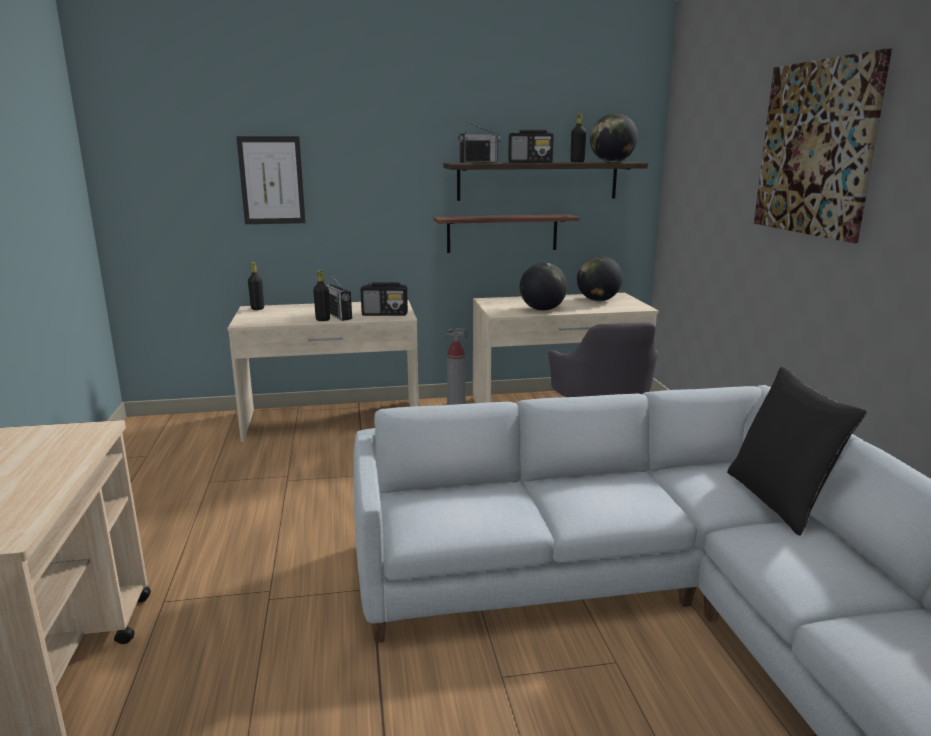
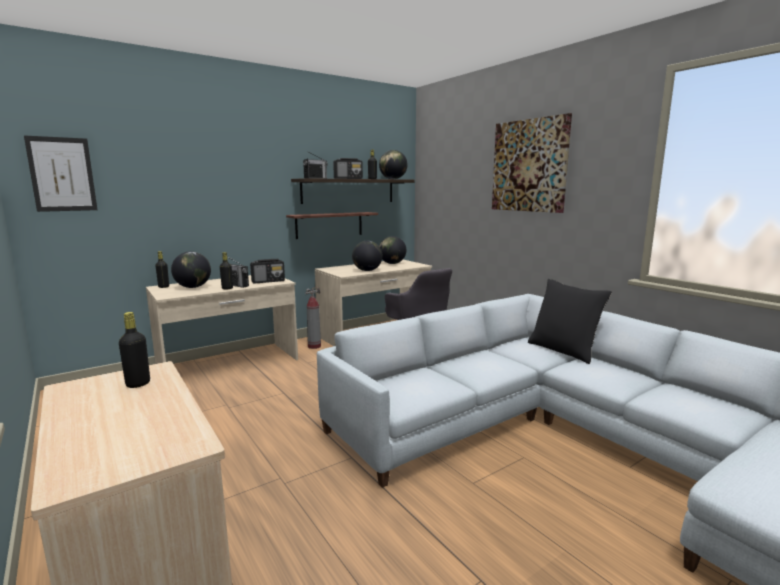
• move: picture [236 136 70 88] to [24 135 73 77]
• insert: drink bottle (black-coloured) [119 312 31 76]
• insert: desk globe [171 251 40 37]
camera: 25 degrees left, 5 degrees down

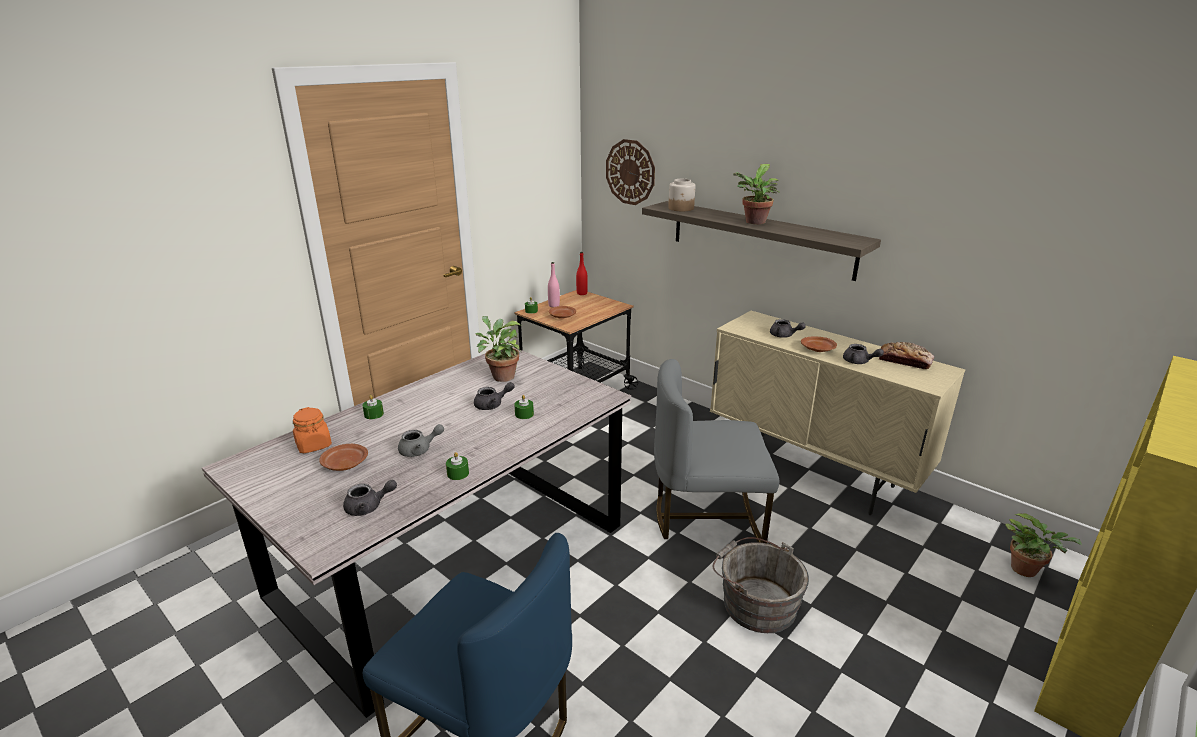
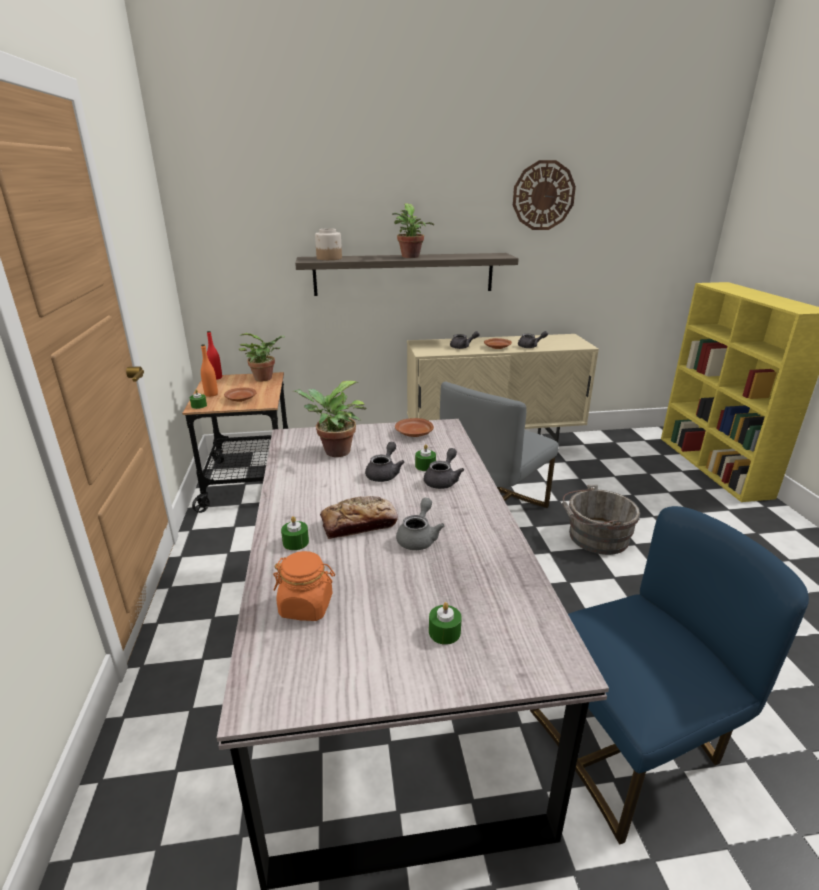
• move: plate (brown) [319 444 49 27] to [395 418 39 19]
• move: pot for tea (grey) [343 480 54 36] to [424 448 40 41]
• move: wax light (green) [446 452 23 28] to [429 602 33 43]
• recolor: drink bottle (pink) [548 262 12 45] to drink bottle (orange-coloured) [201 344 17 53]
• move: clock on the wall [606 139 49 66] to [513 160 63 70]
• move: bakery bread [879 342 55 27] to [320 496 78 43]
• move: potted plant [1005 513 77 64] to [239 333 47 49]
camera: 50 degrees left, 0 degrees up

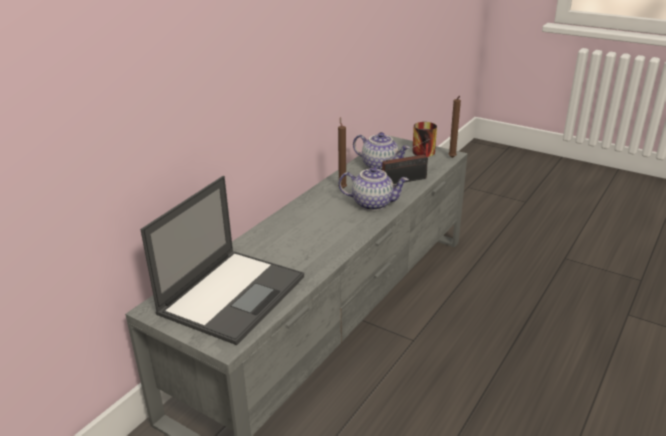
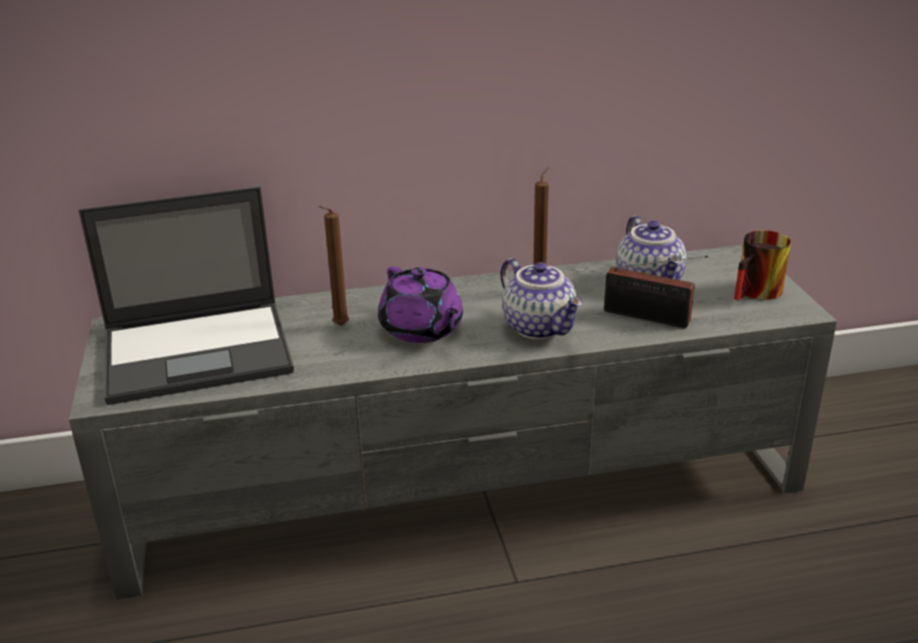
• move: wax light (brown) [448 96 13 62] to [319 206 30 120]
• insert: pot for tea (purple-coloured) [378 266 85 77]
camera: 45 degrees right, 0 degrees up

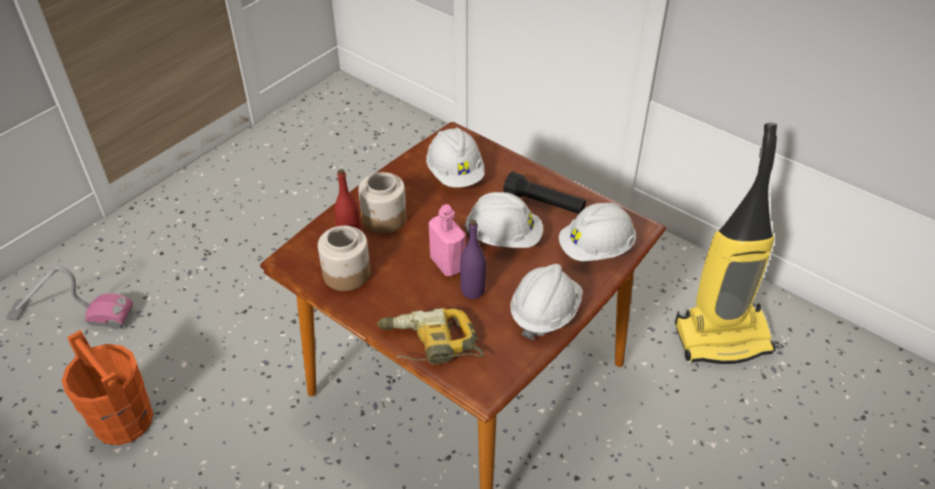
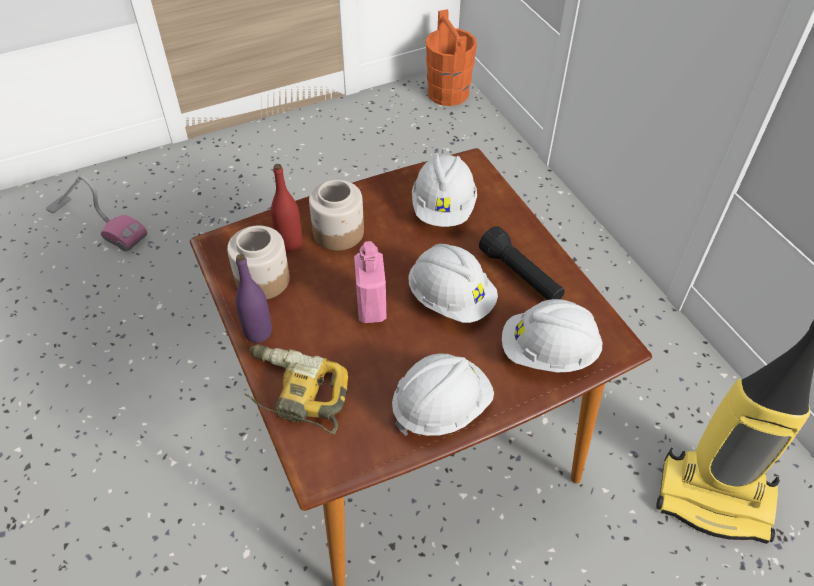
• move: water bucket (orange-coloured) [62 330 91 115] to [426 9 51 97]
• move: drink bottle (purple-coloured) [460 220 26 79] to [235 254 37 89]
camera: 25 degrees right, 5 degrees up

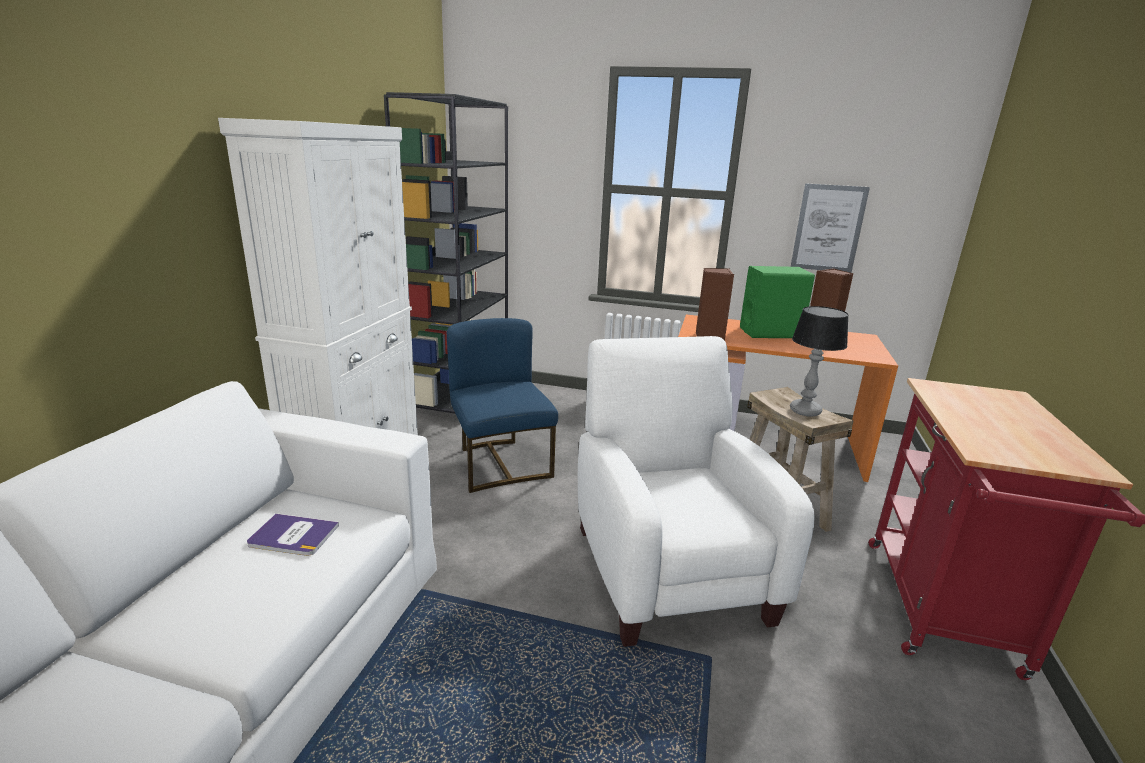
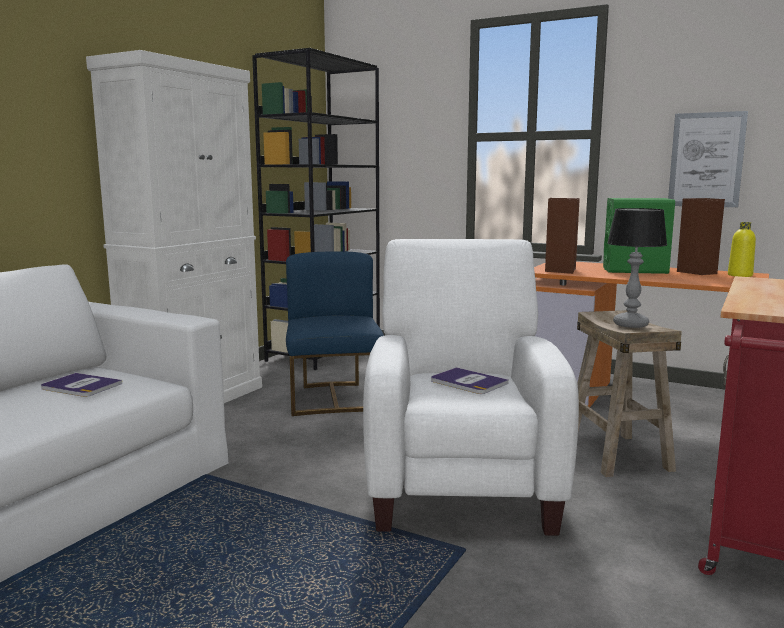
• insert: volume [431 367 78 27]
• insert: drink bottle (yellow) [728 222 28 55]
camera: 15 degrees right, 10 degrees down

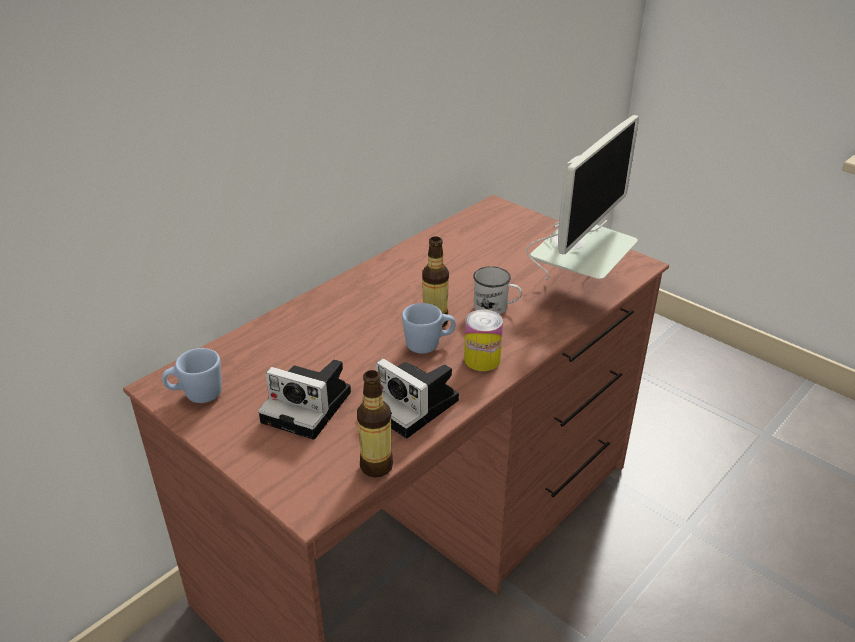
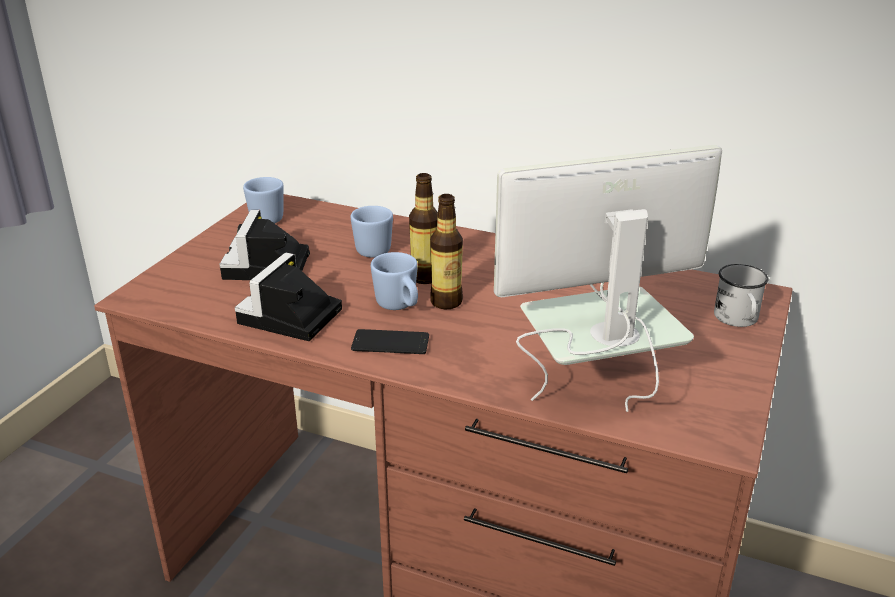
• move: drink bottle [357 370 36 107] to [409 173 29 111]
• replace: metal can [464 310 39 61] to handset [351 329 78 25]
• move: mug (white-coloured) [473 266 49 49] to [714 264 54 63]
• rotate: computer screen [526 115 113 165] = [494 145 228 267] 150 degrees clockwise
• insert: mug (bluish) [351 206 42 52]
camera: 70 degrees right, 5 degrees down

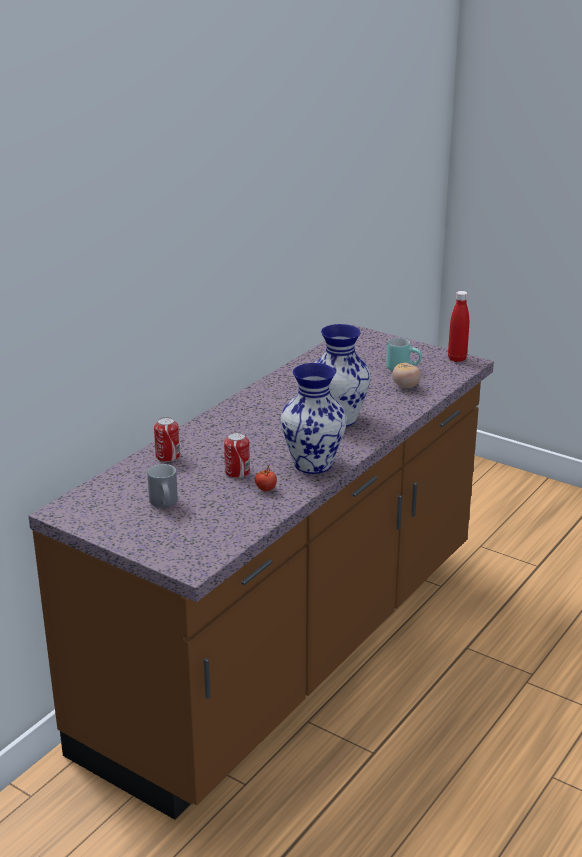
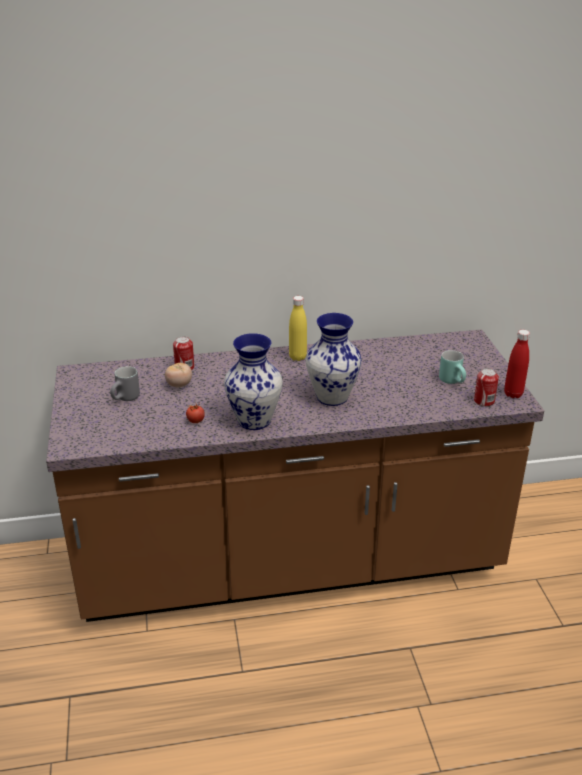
• move: metal can [224 432 26 46] to [474 368 25 39]
• move: fresh tomato [392 363 29 25] to [165 363 27 24]
• insert: drink bottle (yellow) [289 296 18 65]
camera: 45 degrees right, 5 degrees up

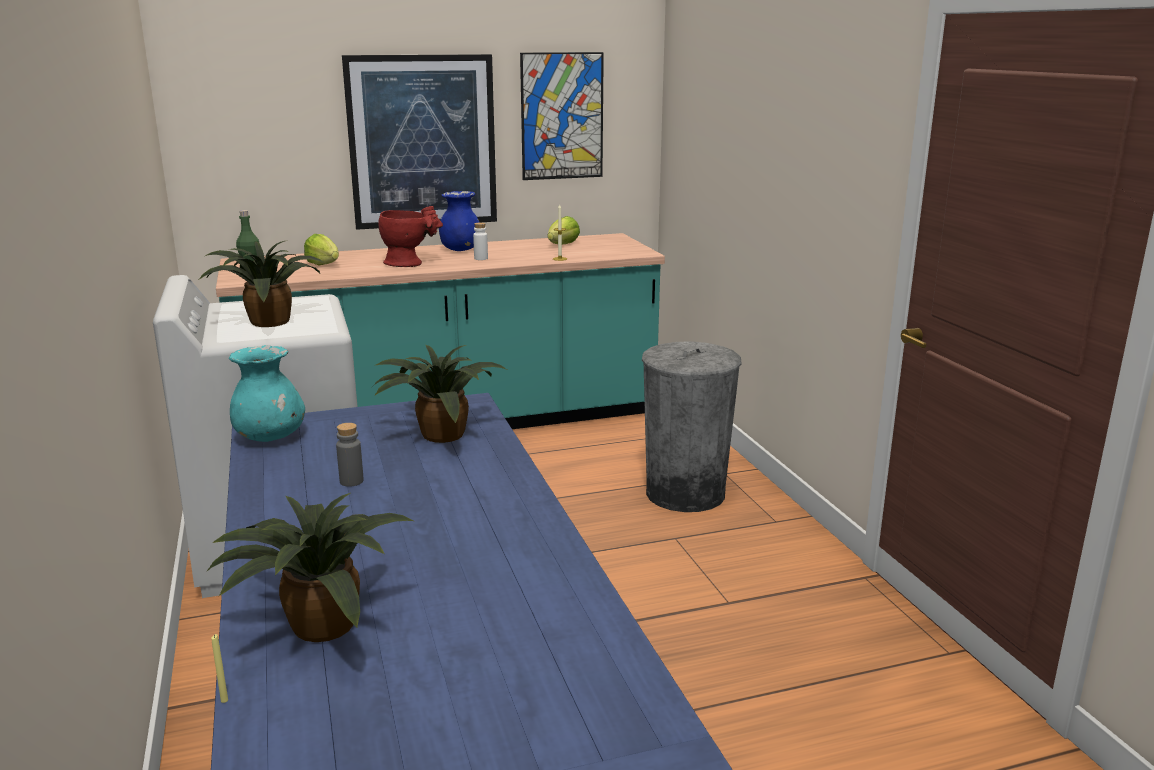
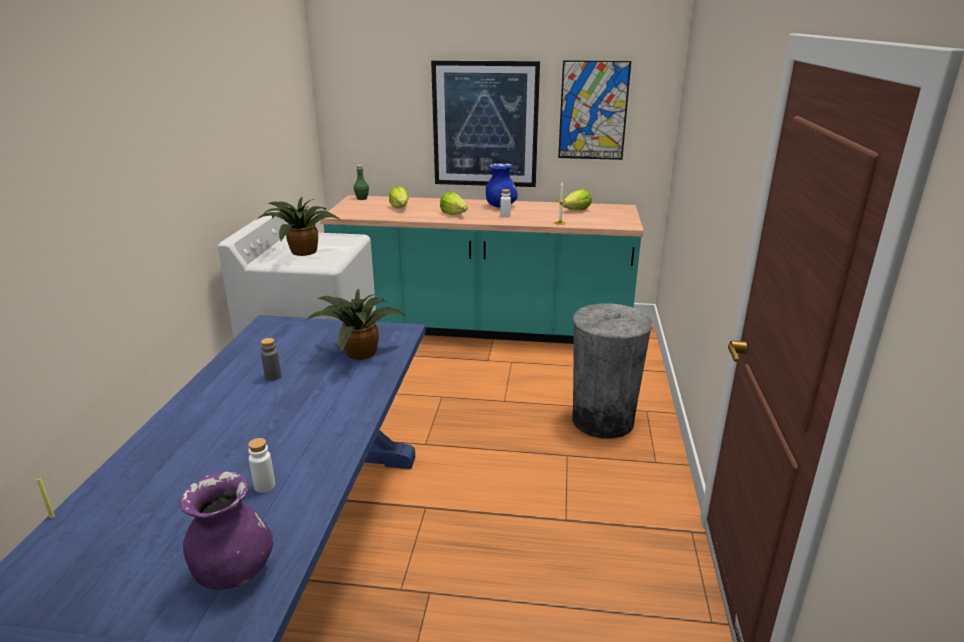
• delete: potted plant [206 493 208 149]
• delete: flower vase (turquoise) [229 345 76 97]
• replace: flower vase (red) [378 206 65 61] to head of lettuce [440 192 28 23]
• insert: flower vase (purple-coloured) [179 471 94 119]
• insert: drink bottle (white-coloured) [248 438 27 55]
camera: 25 degrees right, 5 degrees up

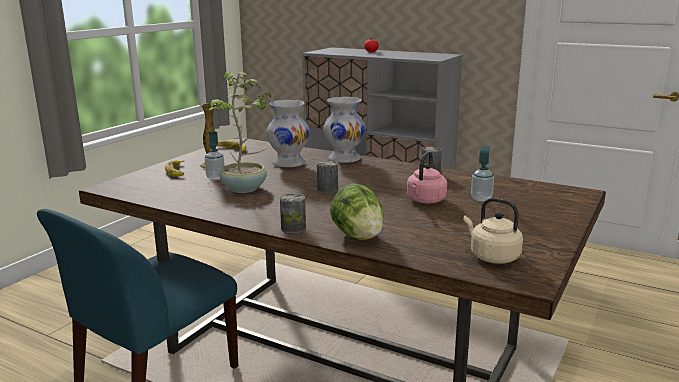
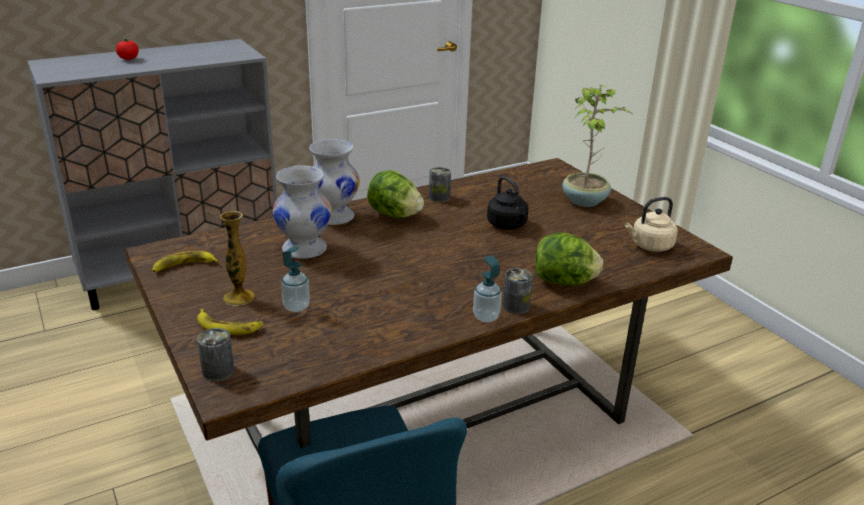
• move: potted plant [208 71 63 122] to [562 85 69 122]
• move: metal can [317 160 21 34] to [197 328 37 53]
• recolor: water kettle (pink) [407 151 40 52] to water kettle (black-coloured) [487 176 42 54]
• move: soap dispenser [471 146 23 56] to [473 255 29 68]
• insert: head of lettuce [367 170 57 48]
camera: 60 degrees left, 10 degrees up

